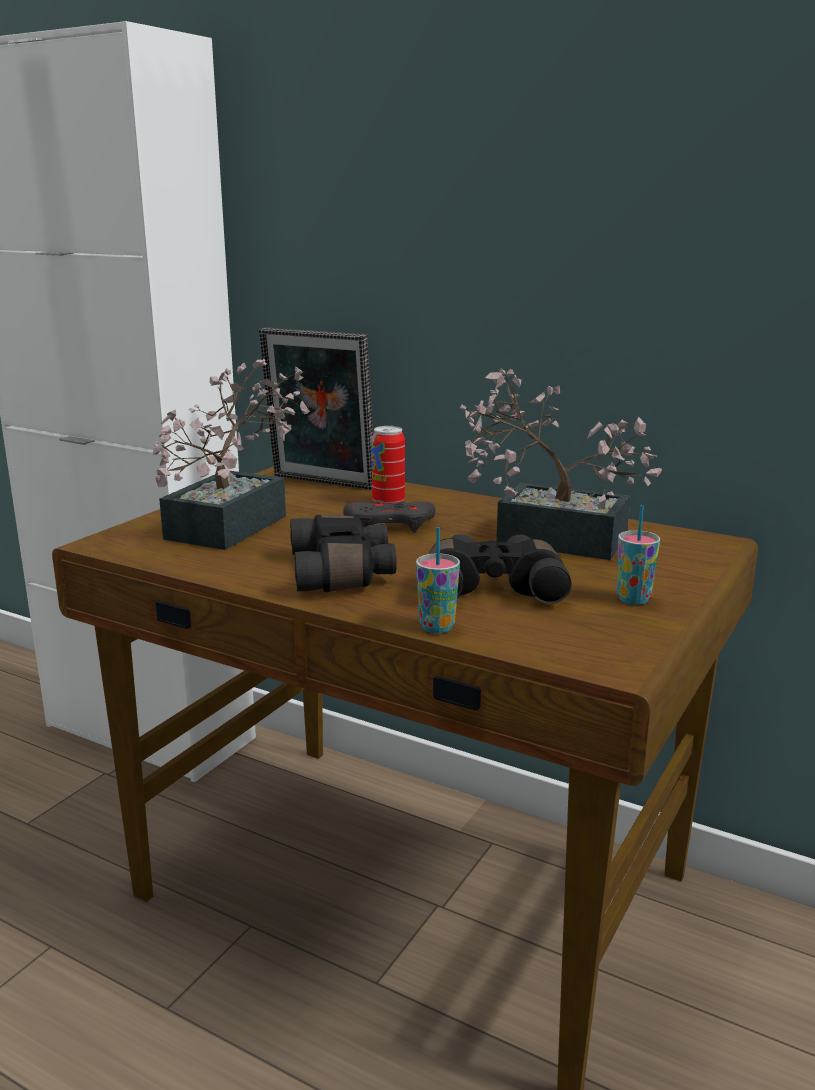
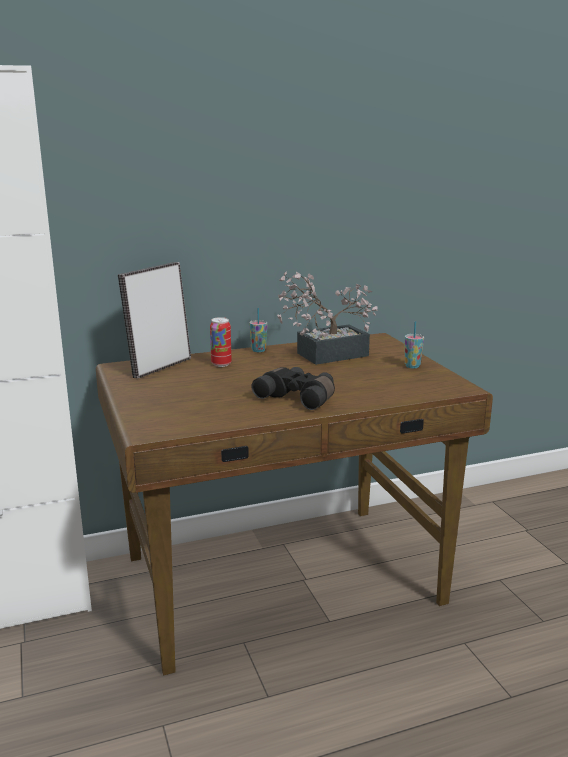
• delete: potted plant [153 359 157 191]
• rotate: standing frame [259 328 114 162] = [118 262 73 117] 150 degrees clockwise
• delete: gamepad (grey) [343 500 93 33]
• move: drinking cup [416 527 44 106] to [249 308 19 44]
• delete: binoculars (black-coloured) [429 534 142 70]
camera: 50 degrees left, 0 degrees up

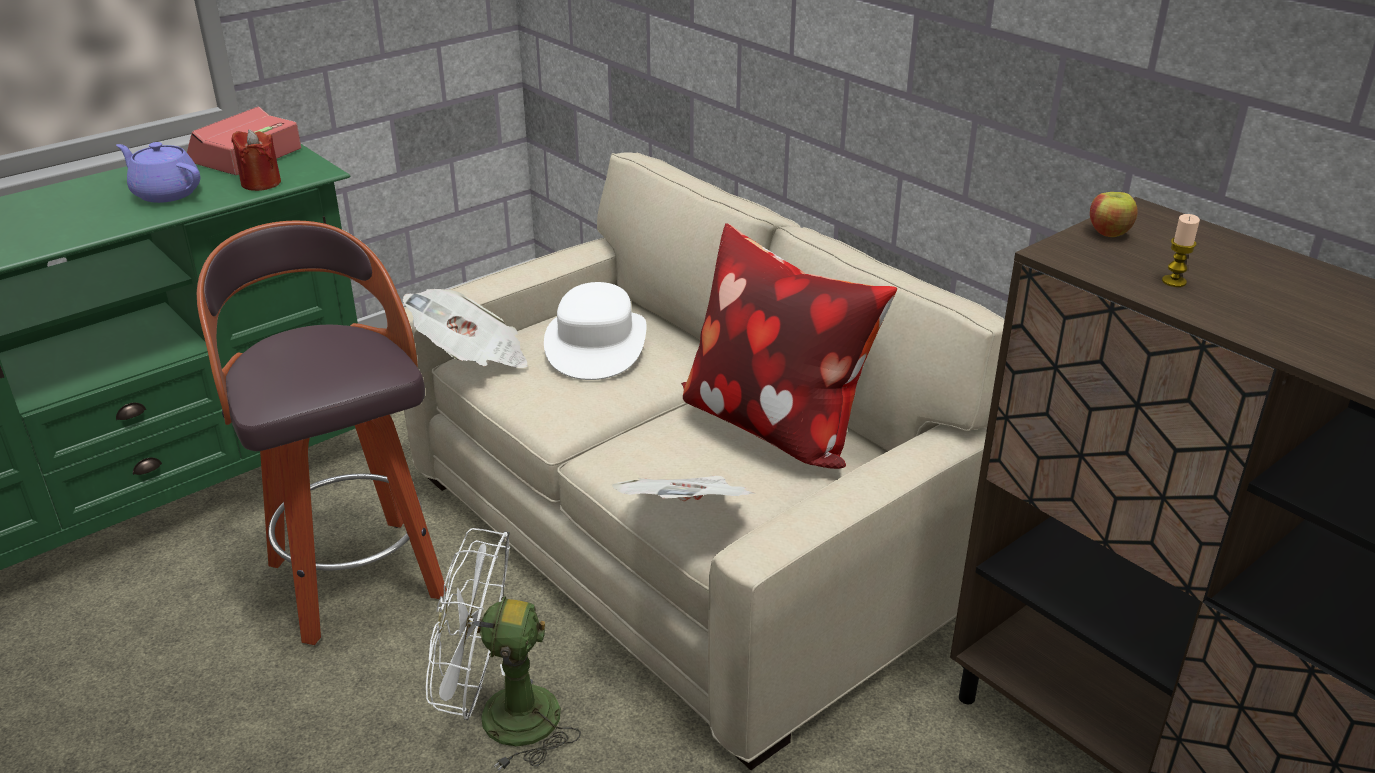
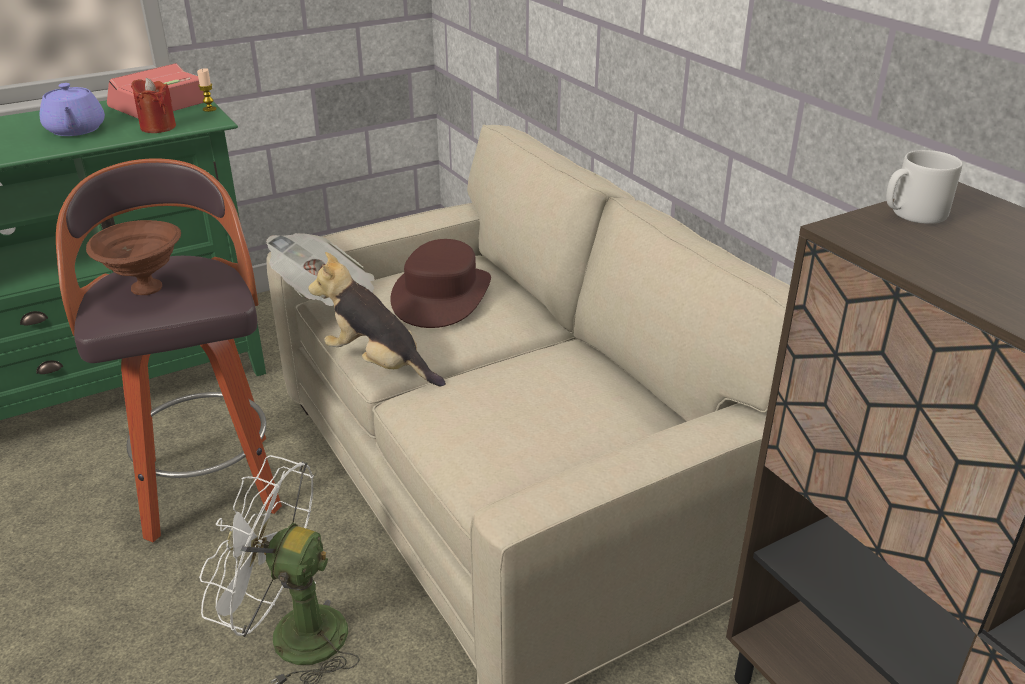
• rotate: pot for tea (purple-coloured) [116 142 84 61] = [40 83 65 53] 150 degrees counterclockwise
• recolor: wearable hat (white-coloured) [544 282 103 98] to wearable hat (brown) [390 239 101 89]
• delete: daily paper [612 475 144 26]
• delete: throw pillow [681 223 216 246]
• replace: whole apple [1090 192 48 45] to mug (grey) [886 150 76 74]
• move: wax light [1162 214 38 73] to [197 68 19 44]
• insert: bowl (brown) [86 220 95 75]
• insert: soft toy [308 252 138 135]
camera: 10 degrees right, 0 degrees up

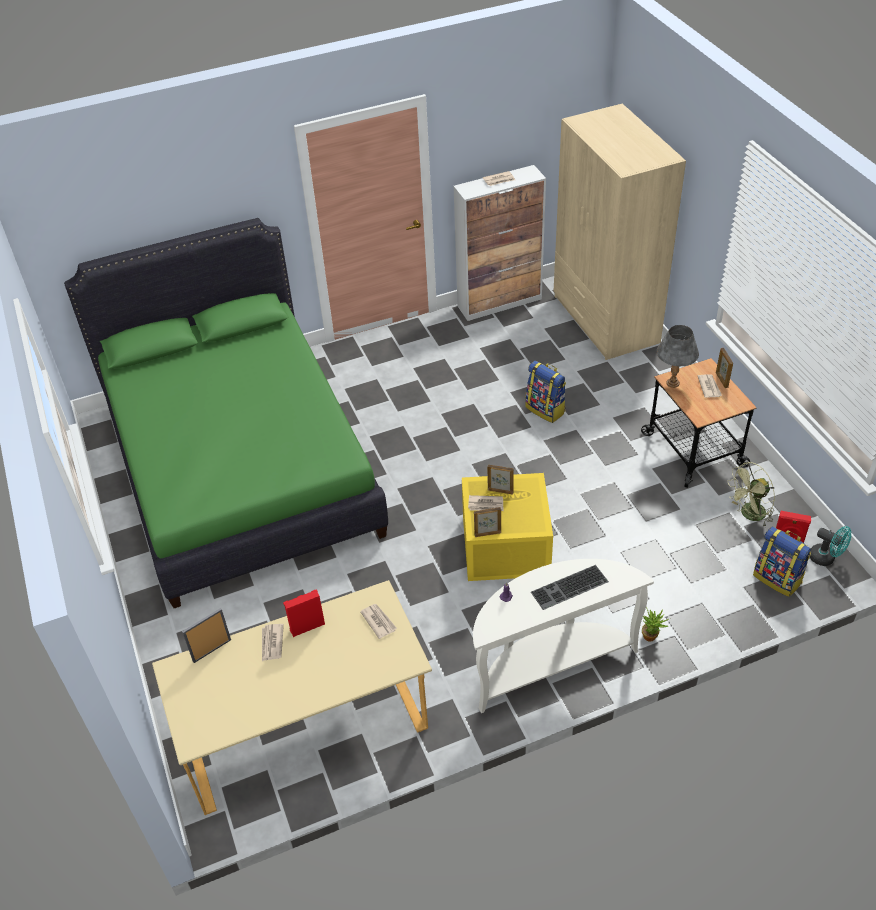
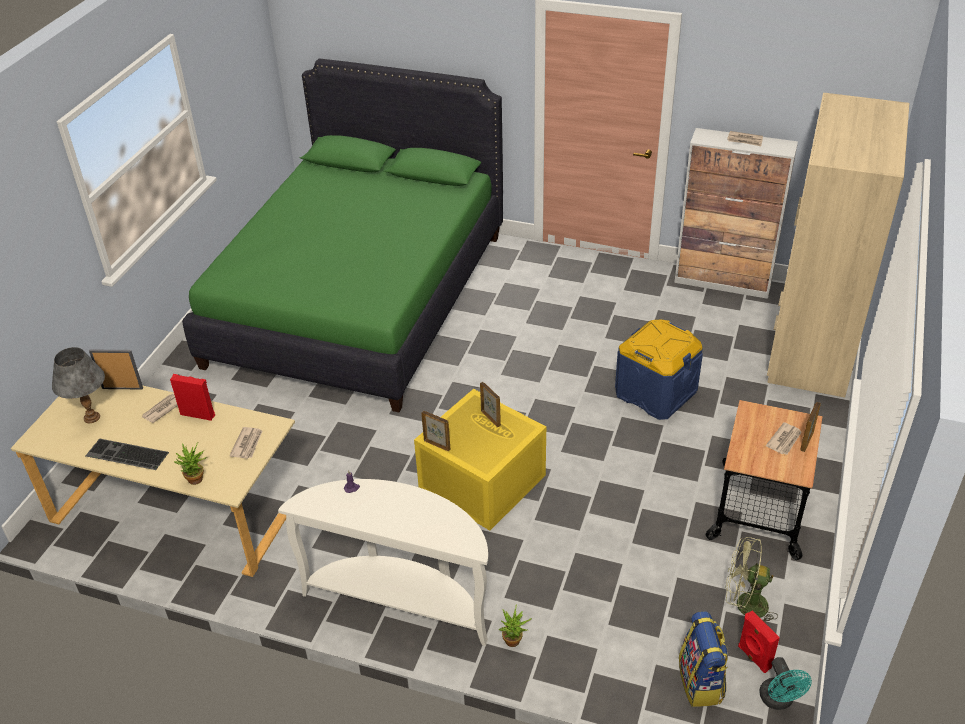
• delete: daily paper [468 495 35 16]
• replace: backpack [525 361 41 62] to storage container (bluish) [615 319 88 101]
• move: PC keyboard [531 565 78 45] to [85 439 84 31]
• move: table lamp (grey) [657 325 42 63] to [52 347 53 76]
• insert: potted plant [174 442 33 43]
camera: 40 degrees right, 5 degrees down

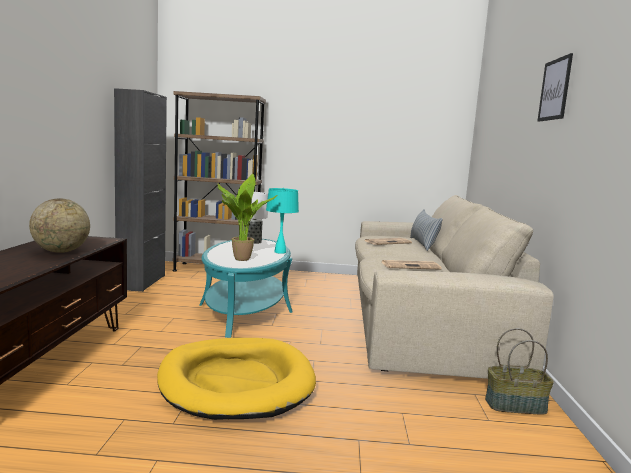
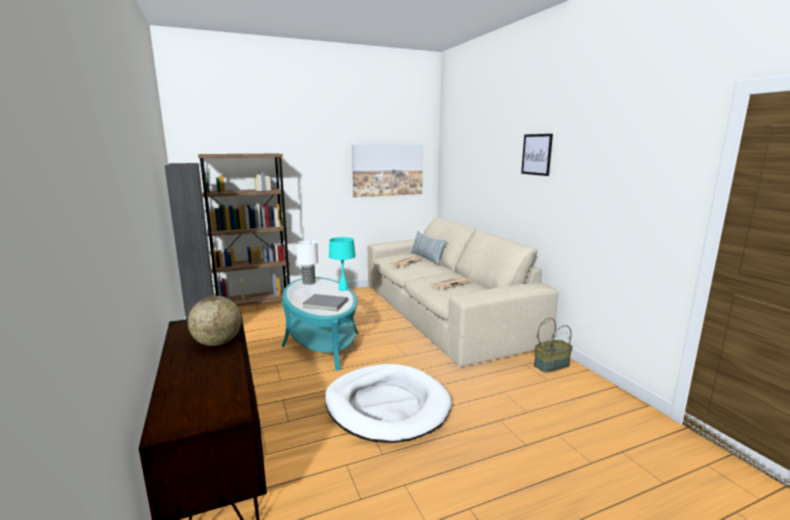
• recolor: dog bed (yellow) [157 338 159 82] to dog bed (white-coloured) [325 364 127 79]
• replace: potted plant [217 174 60 87] to volume (grey) [303 294 45 17]
• insert: picture [352 145 71 52]
camera: 25 degrees left, 5 degrees up

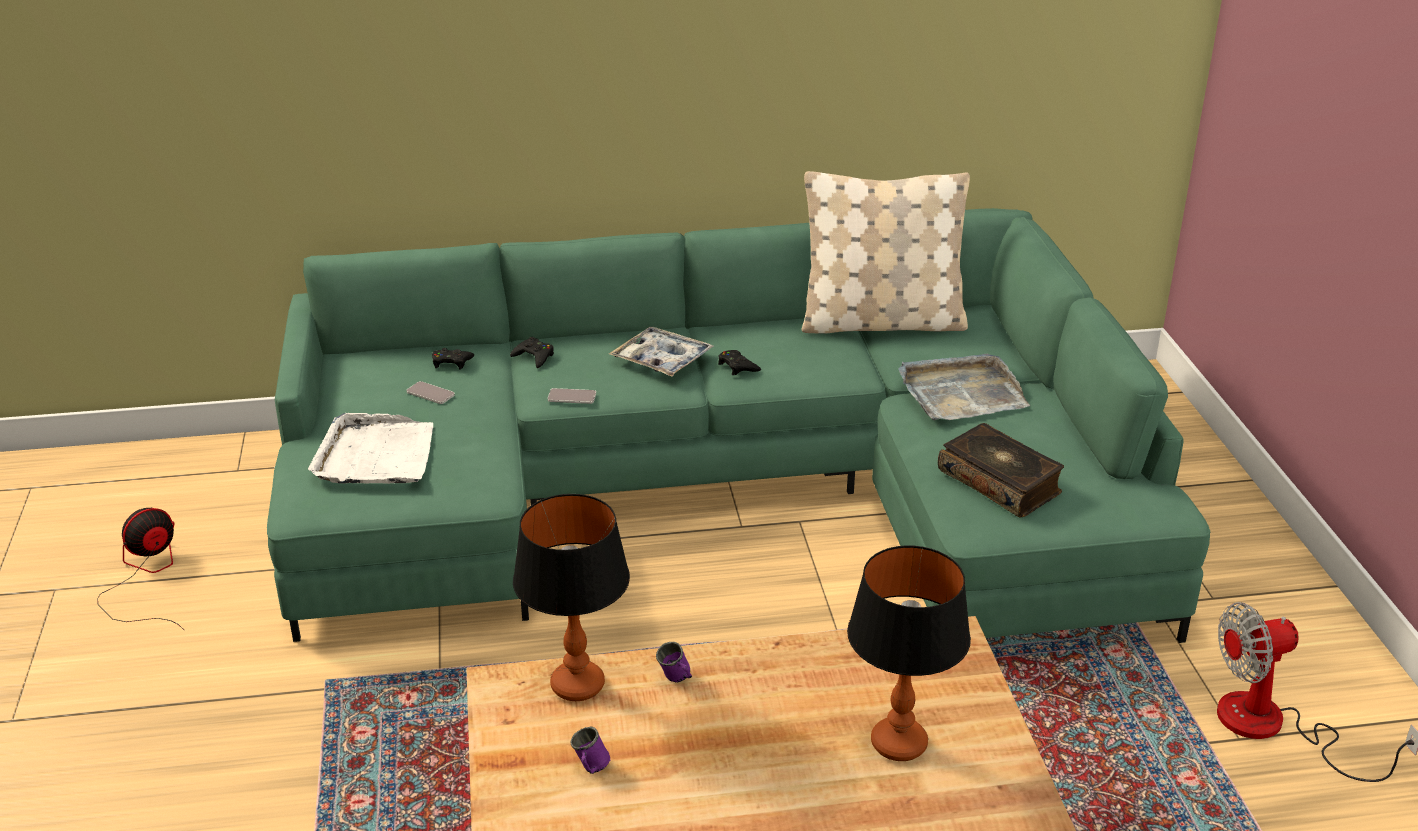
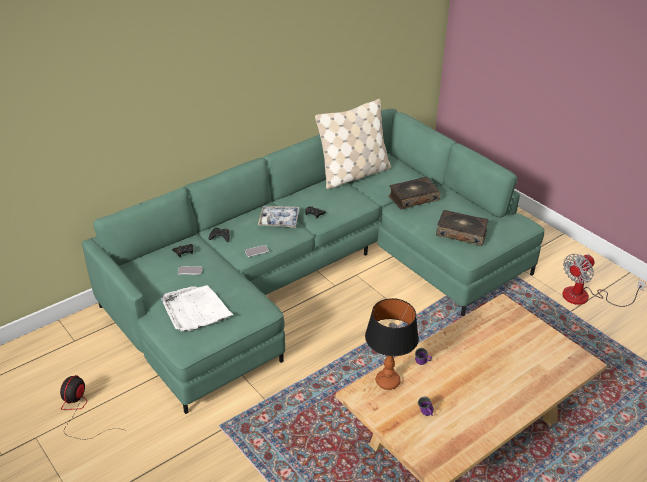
• delete: table lamp [847 545 124 216]
• replace: carrying tray (grey) [898 354 132 66] to volume [388 177 53 32]
camera: 30 degrees left, 5 degrees up

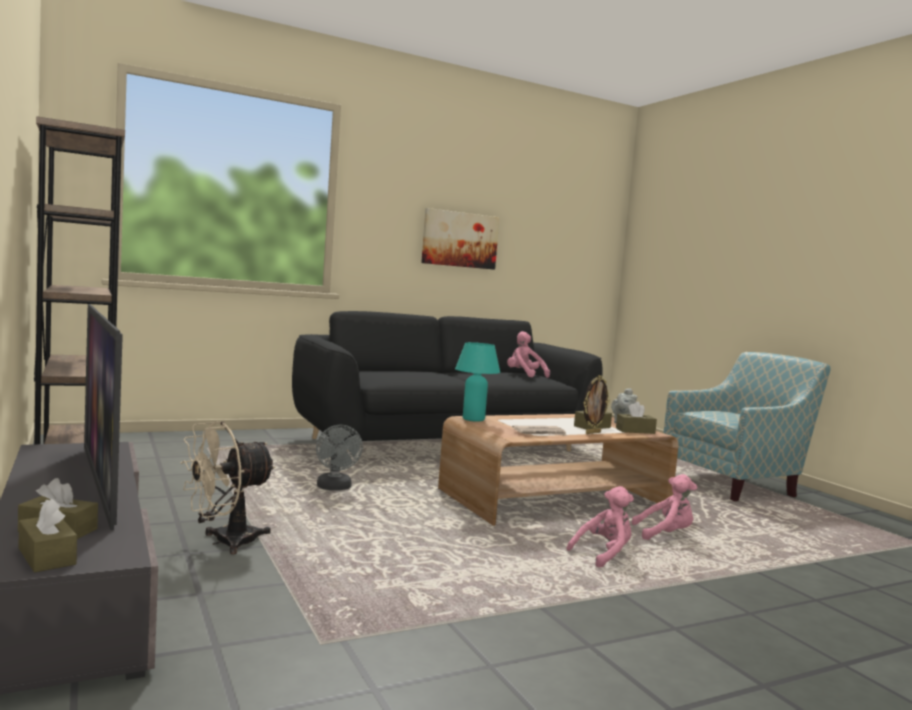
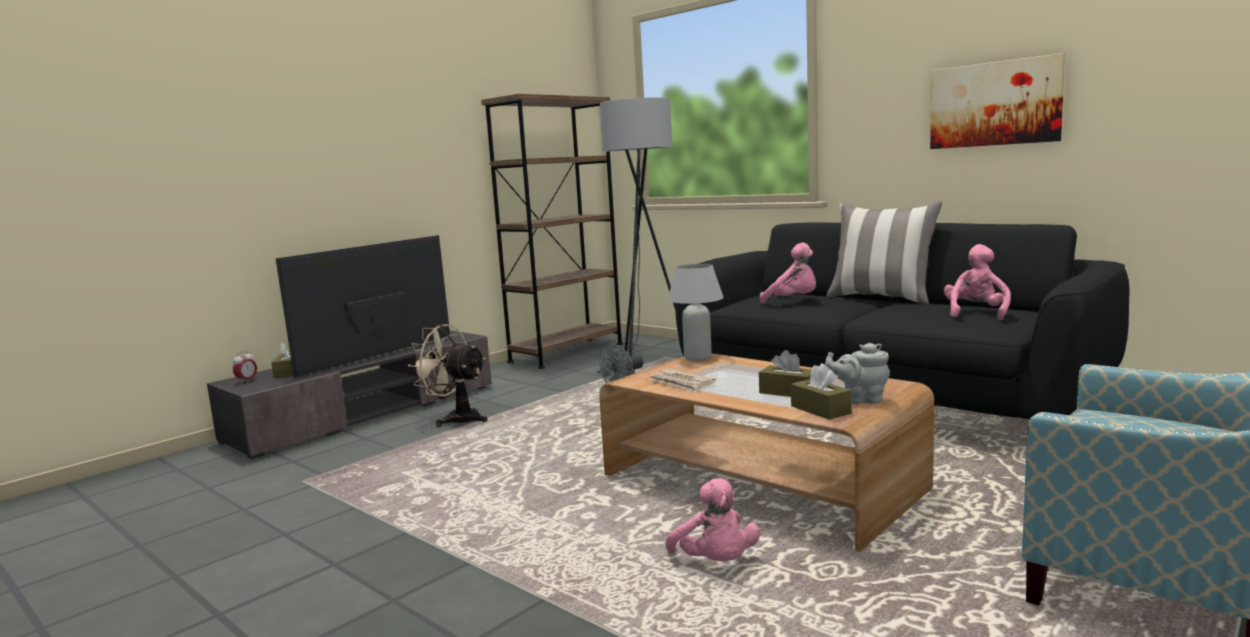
• replace: tissue box (brown) [19 498 58 74] to alarm clock [233 351 24 32]
• recolor: table lamp (turquoise) [455 342 45 80] to table lamp (white-coloured) [668 264 56 97]
• move: soft toy (pink) [567 486 67 81] to [760 242 56 61]
• delete: standing frame [583 375 27 59]
• insert: standard lamp (grey) [597 97 78 276]
• insert: throw pillow [826 201 116 103]
camera: 70 degrees right, 5 degrees up

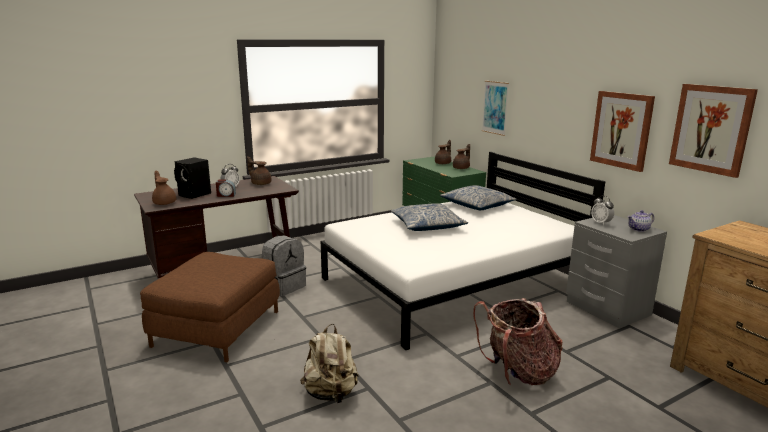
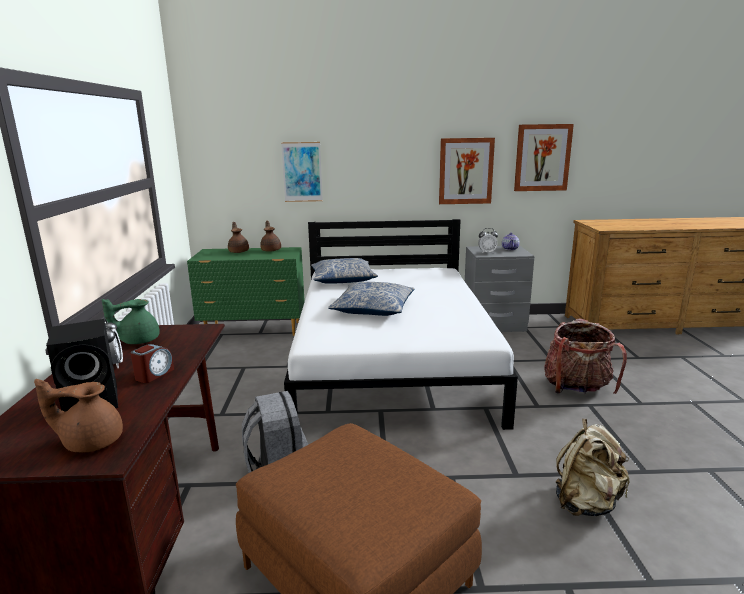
• recolor: pot for tea (brown) [247 156 25 29] to pot for tea (green) [102 299 58 45]
camera: 60 degrees left, 0 degrees up

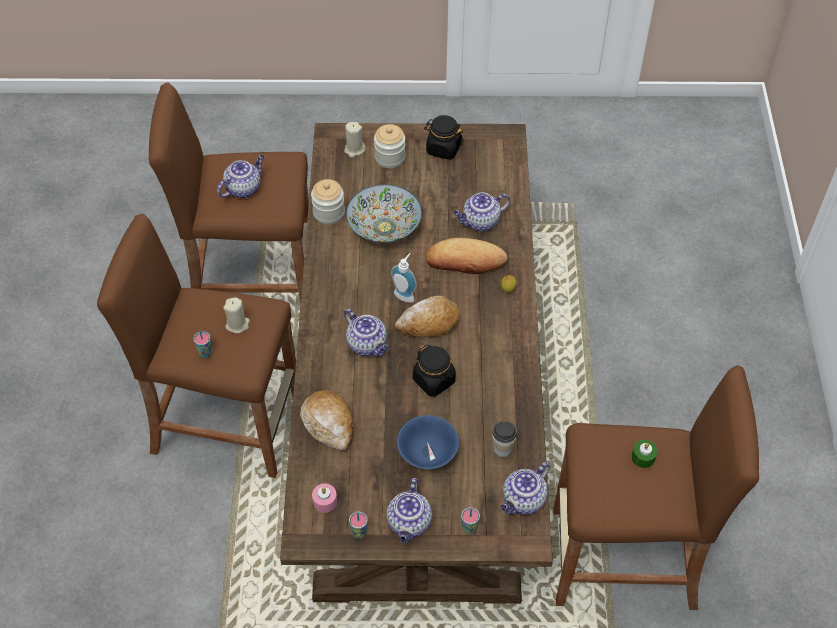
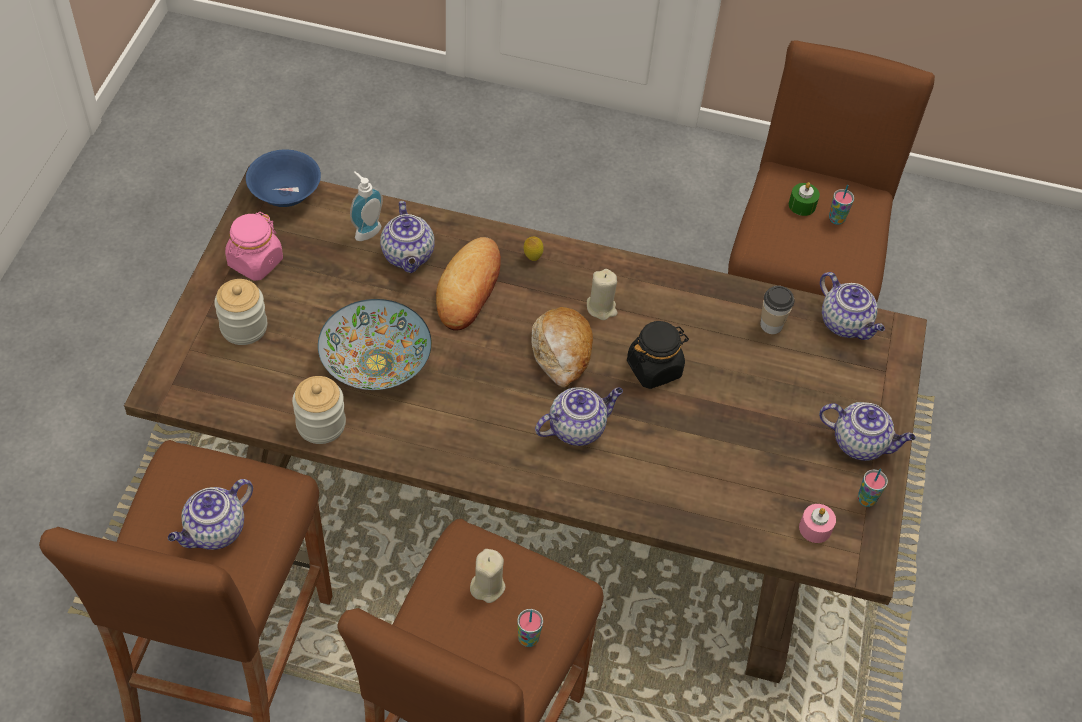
• rotate: pot for tea [217 155 47 43] = [168 479 85 71] 105 degrees counterclockwise
• delete: bakery bread [300 390 54 61]
• move: wax light (sand-coloured) [344 122 22 36] to [587 269 30 51]
• move: soap dispenser [391 253 26 50] to [350 172 33 69]
• move: bowl (bluish) [397 415 62 54] to [246 149 75 58]
• recolor: preserve jar (black-coloured) [424 115 40 45] to preserve jar (pink) [225 212 58 69]
• move: drinking cup [461 507 19 28] to [829 185 25 40]
camera: 80 degrees left, 0 degrees up

